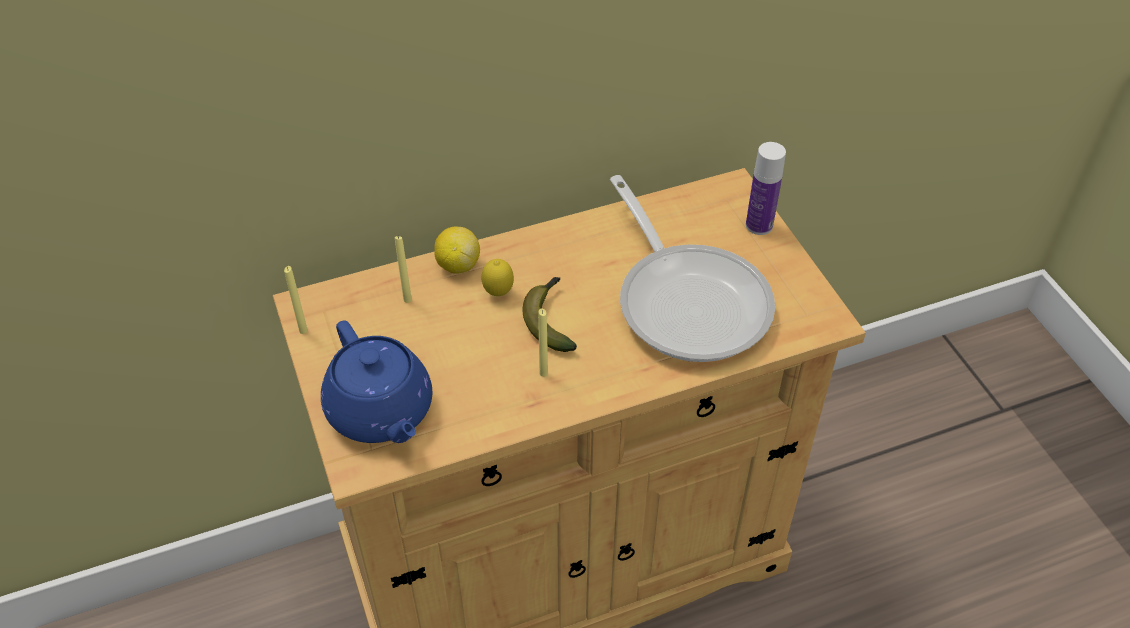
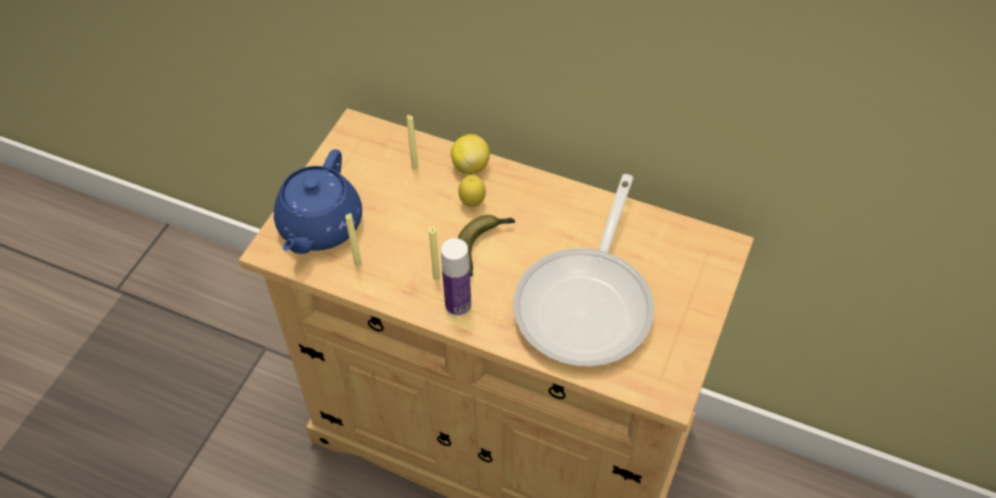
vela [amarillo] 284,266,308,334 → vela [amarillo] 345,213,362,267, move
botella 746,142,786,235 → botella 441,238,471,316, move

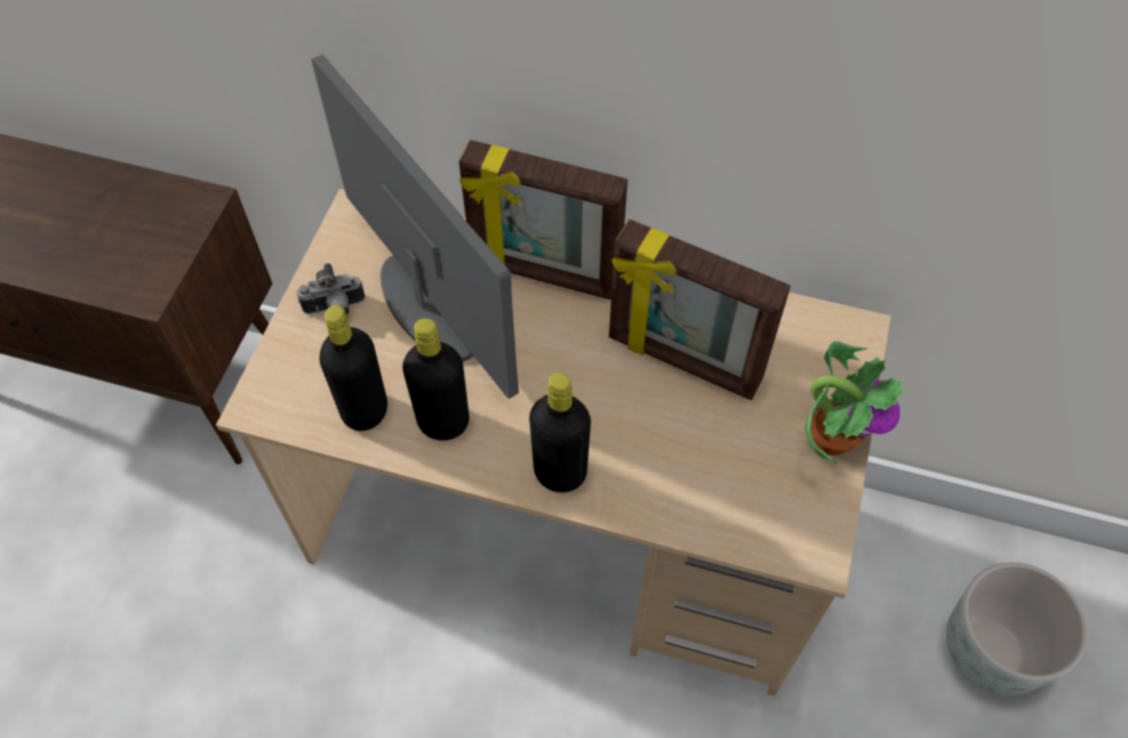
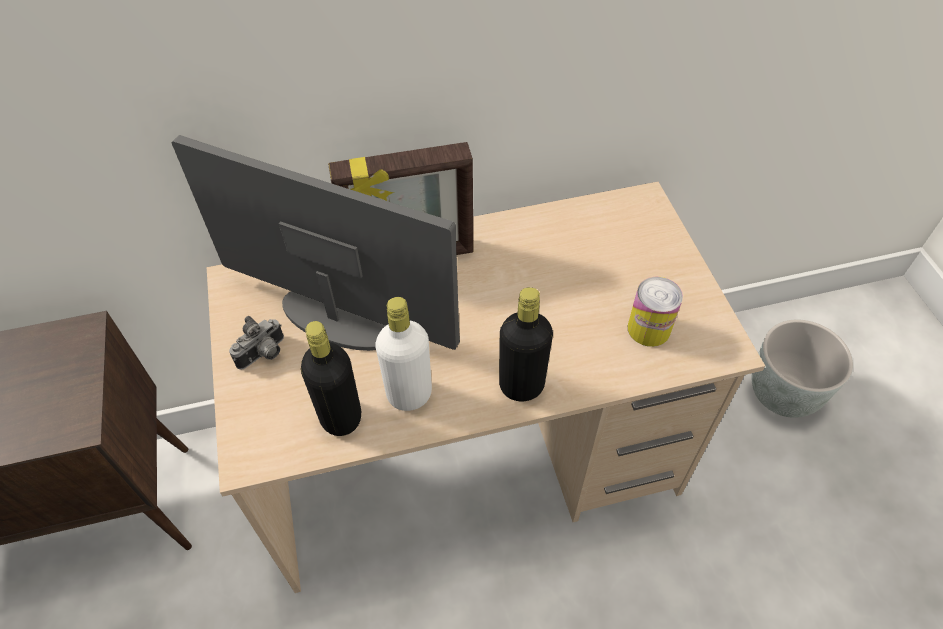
portarretratos 609,219,791,400 → -
planta en maceta 805,341,904,464 → -
- → lata 628,277,683,347
botella [negro] 403,318,469,441 → botella [blanco] 375,297,432,411

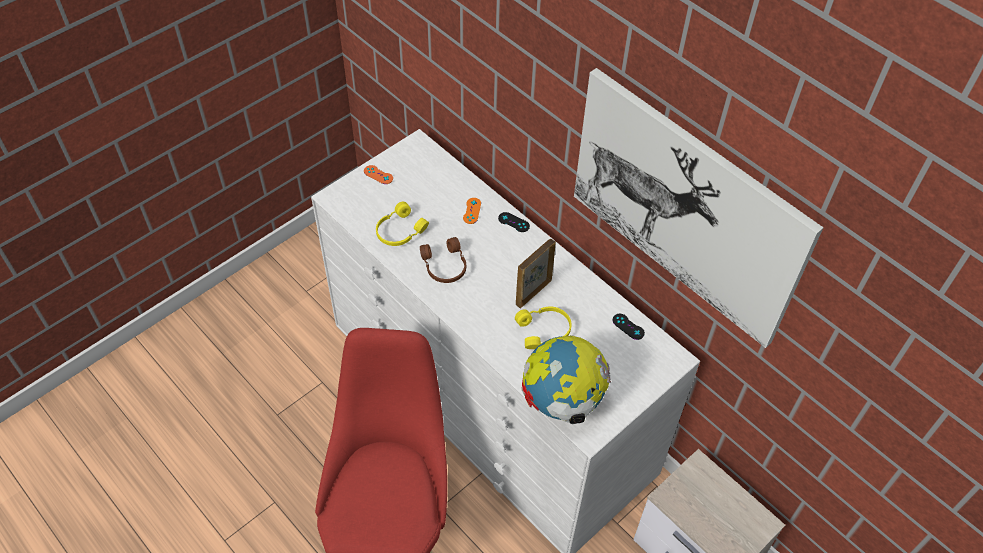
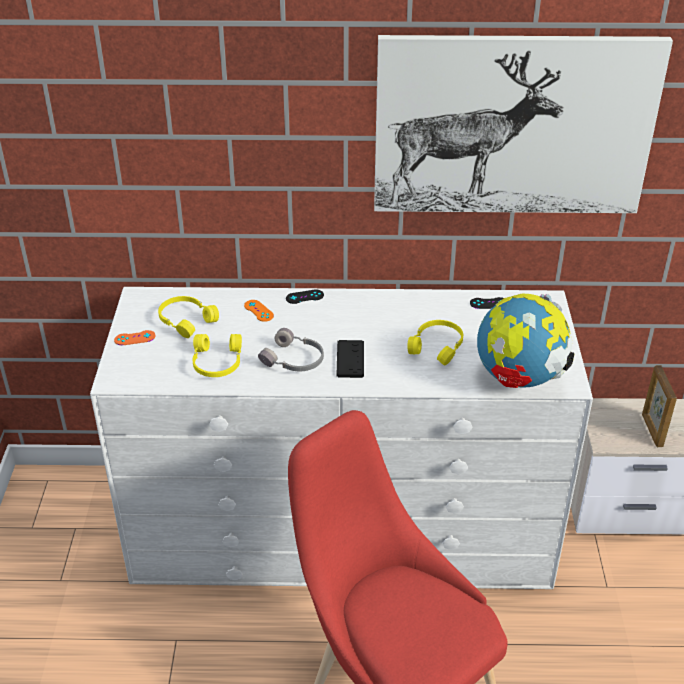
- → auriculares [amarillo] 158,296,219,338
- → mando de consola [negro] 337,340,364,378
portarretratos 516,239,556,308 → portarretratos 642,365,677,447, move
auriculares [marrón] 420,237,466,283 → auriculares [gris] 258,328,324,371

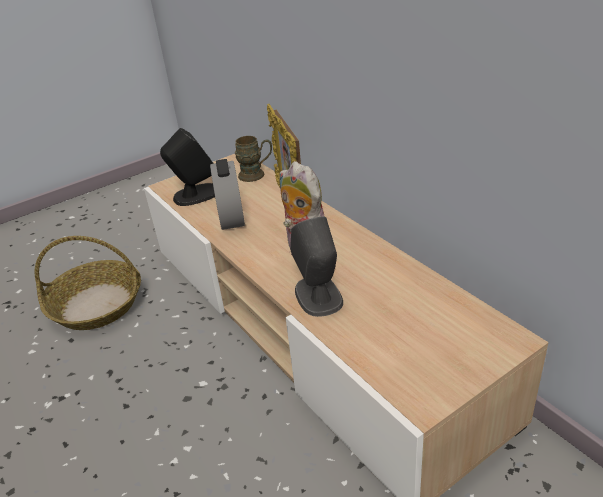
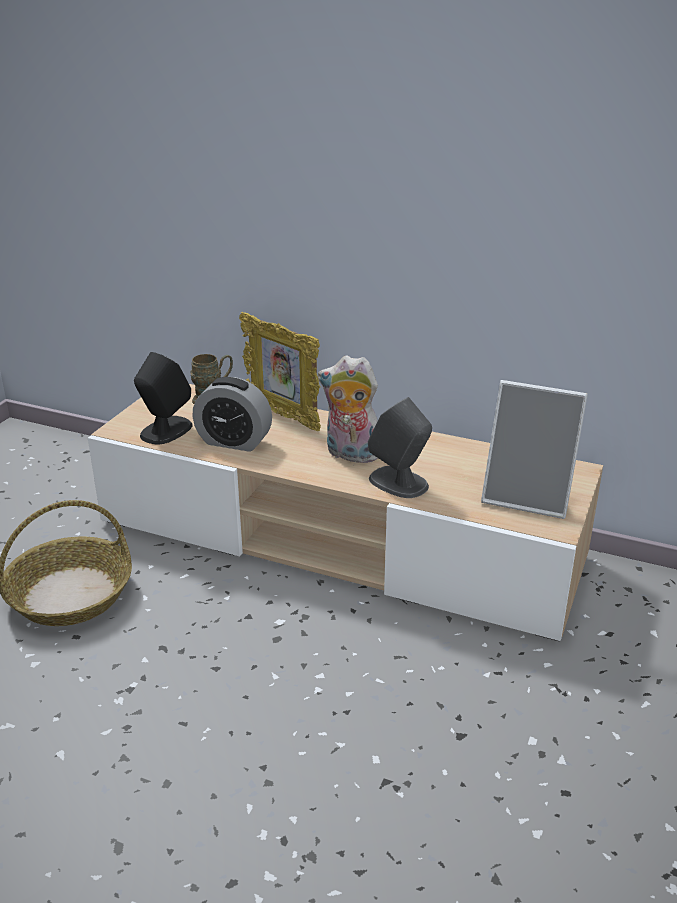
- → portarretratos 481,380,588,519
despertador 210,159,245,230 → despertador 192,377,272,452, 150 degrees clockwise

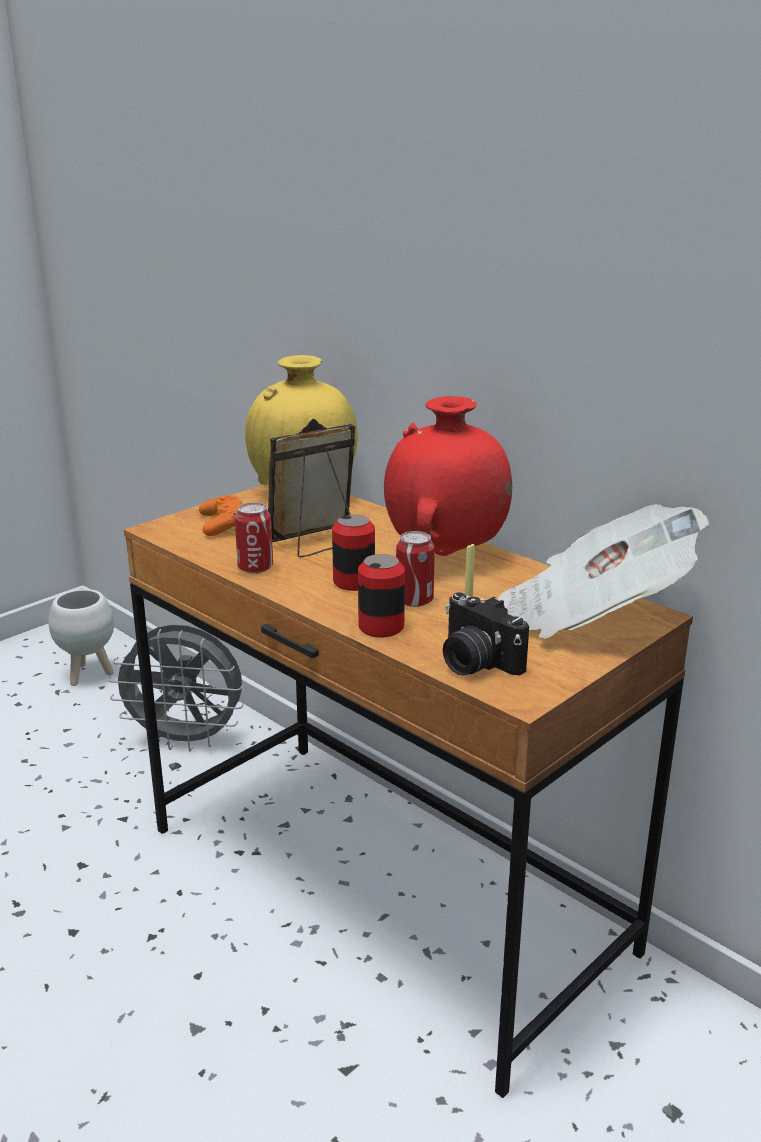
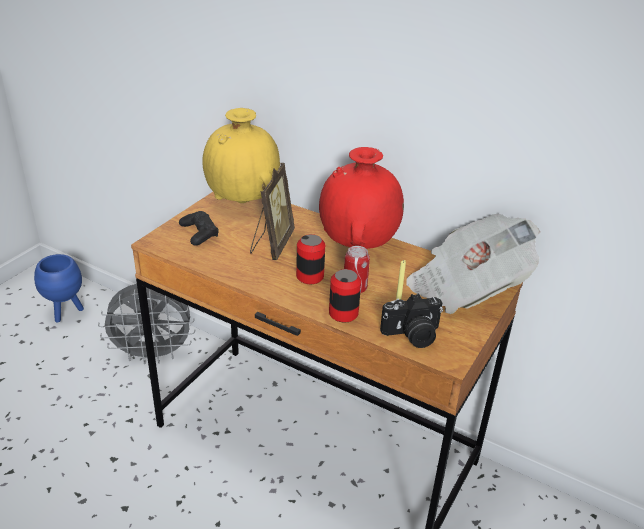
lata 235,503,273,574 → -
maceta [blanco] 49,589,114,686 → maceta [azul] 34,254,84,323
mando de consola [naranja] 199,495,242,536 → mando de consola [negro] 179,211,219,246
portarretratos 268,419,355,557 → portarretratos 250,163,295,260, 150 degrees clockwise
cámara 443,592,529,676 → cámara 380,293,443,348, 45 degrees counterclockwise

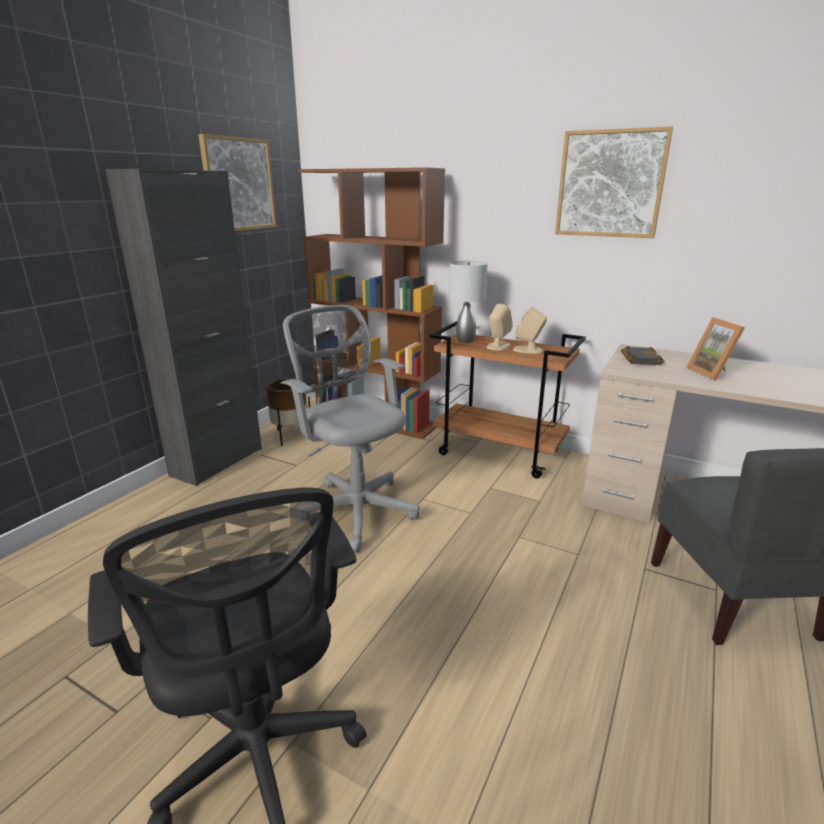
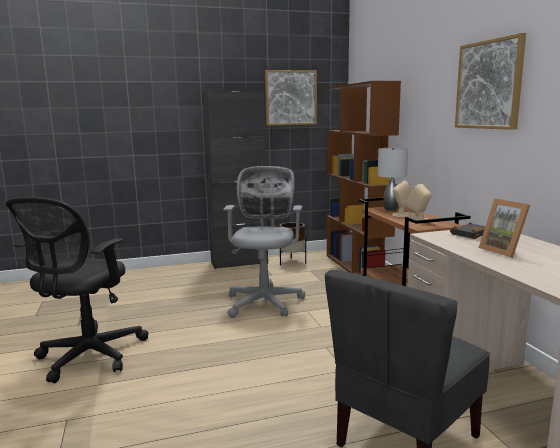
portarretratos 687,317,745,381 → portarretratos 479,198,530,258, 60 degrees counterclockwise

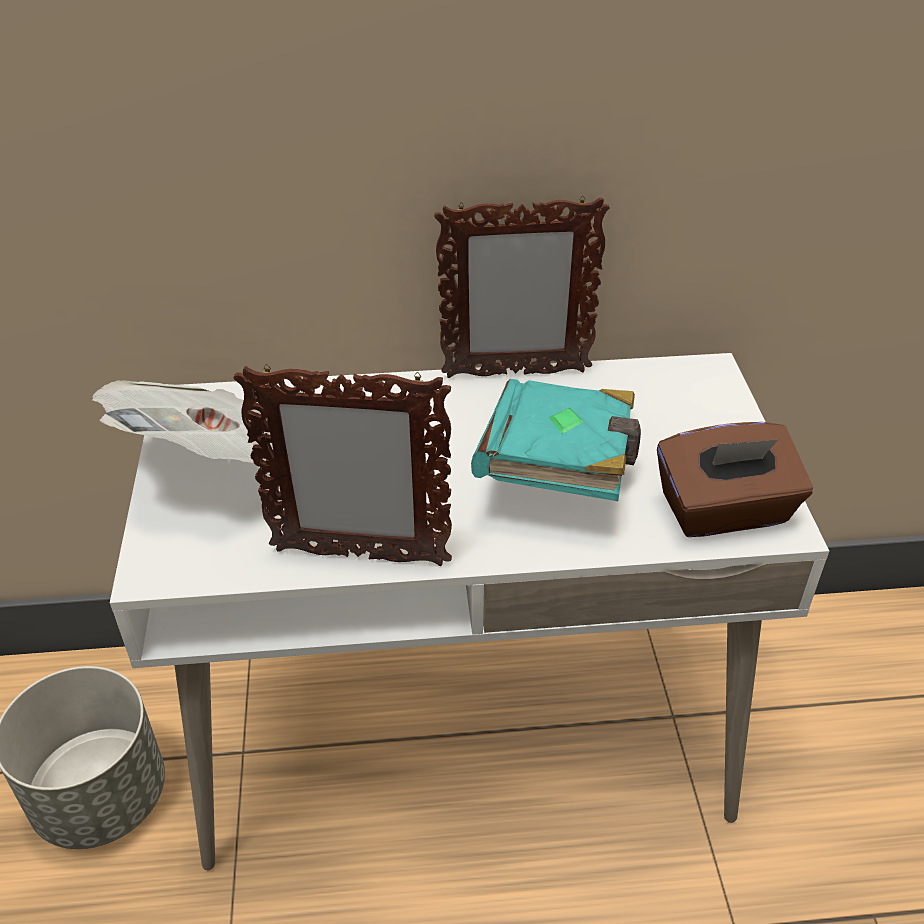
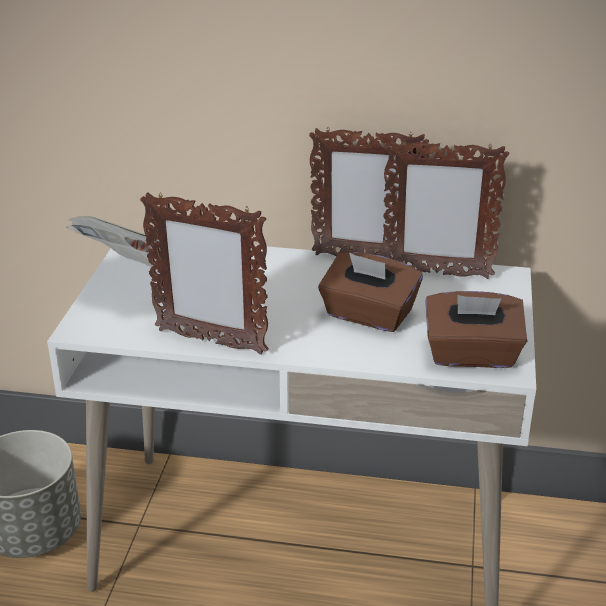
- → portarretratos 383,140,509,279
libro [turquesa] 471,379,641,501 → caja de pañuelos [marrón] 318,252,423,332

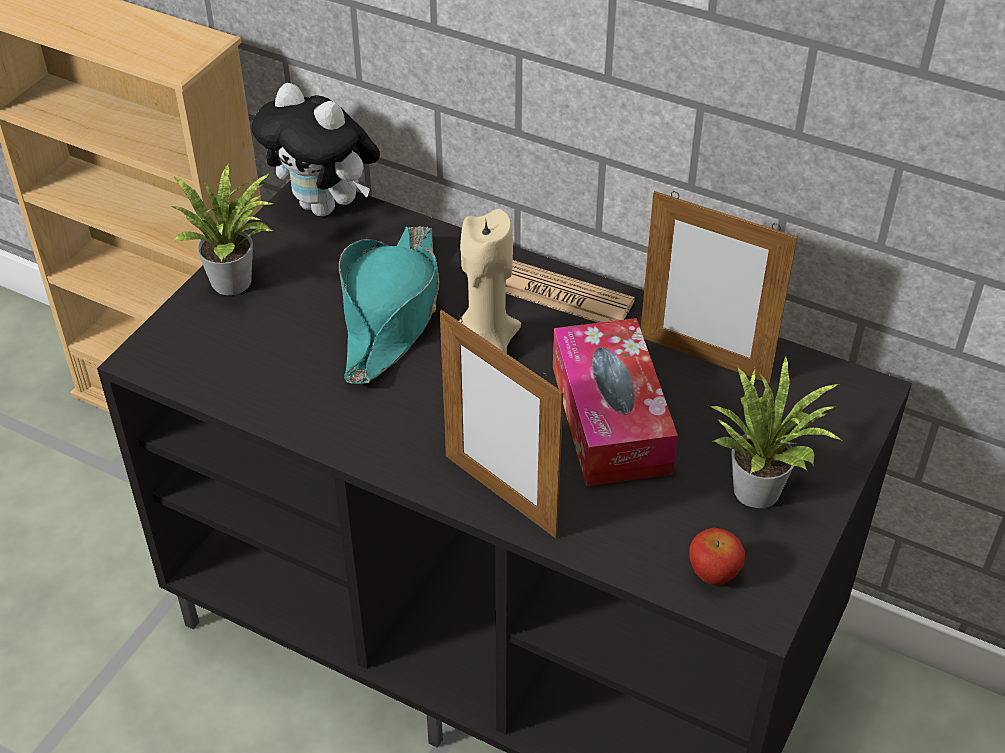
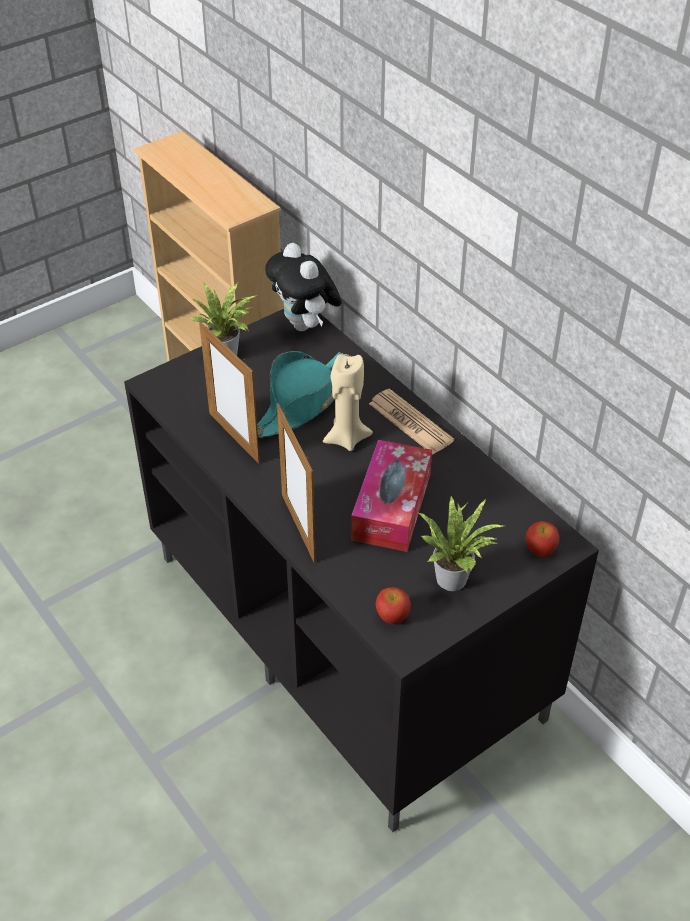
- → manzana 526,521,559,557
portarretratos 640,191,798,383 → portarretratos 199,321,260,464, move

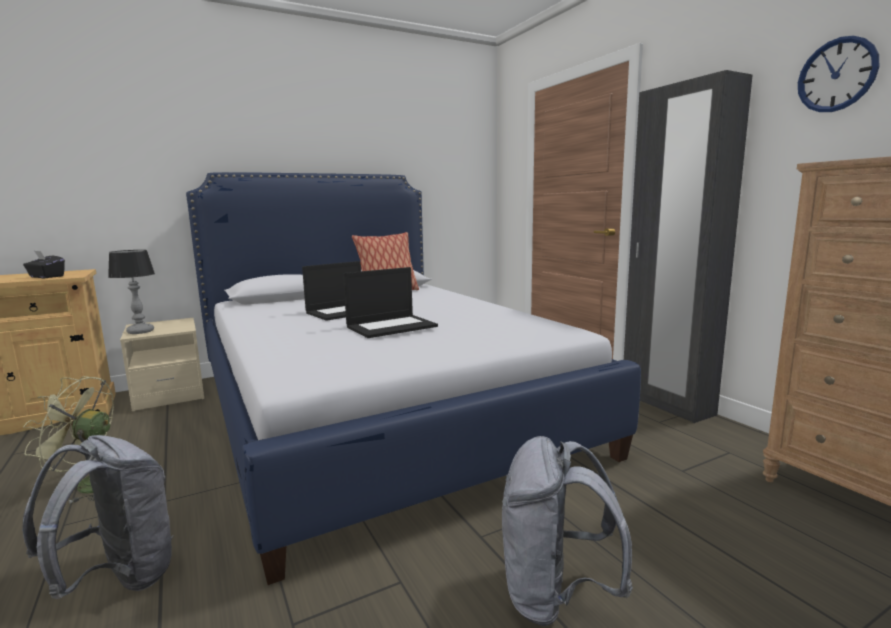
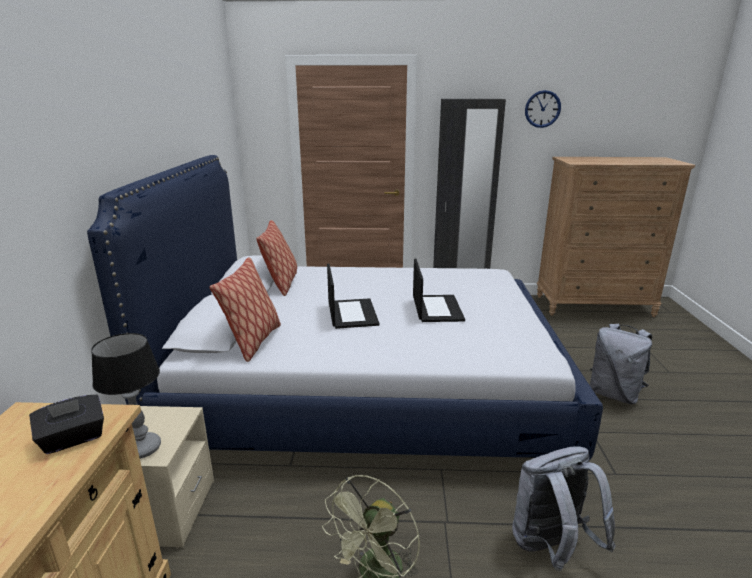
- → cojín 210,257,281,362

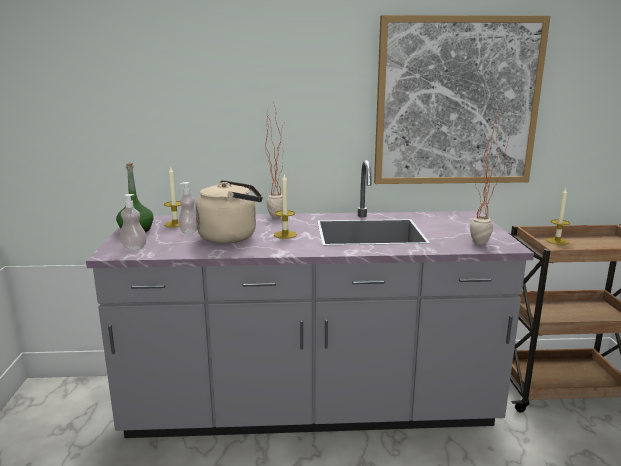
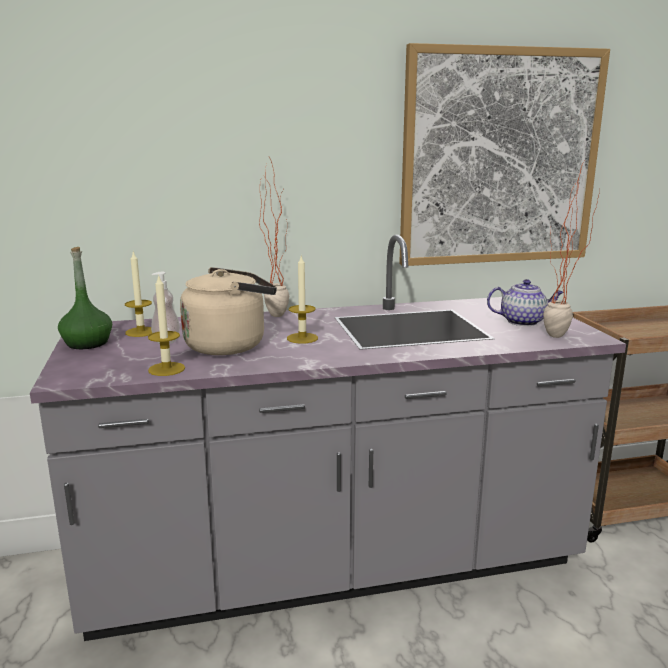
dispensador de jabón 119,194,147,250 → -
- → tetera 487,279,563,326
vela 546,188,570,245 → vela 148,274,185,376, move

